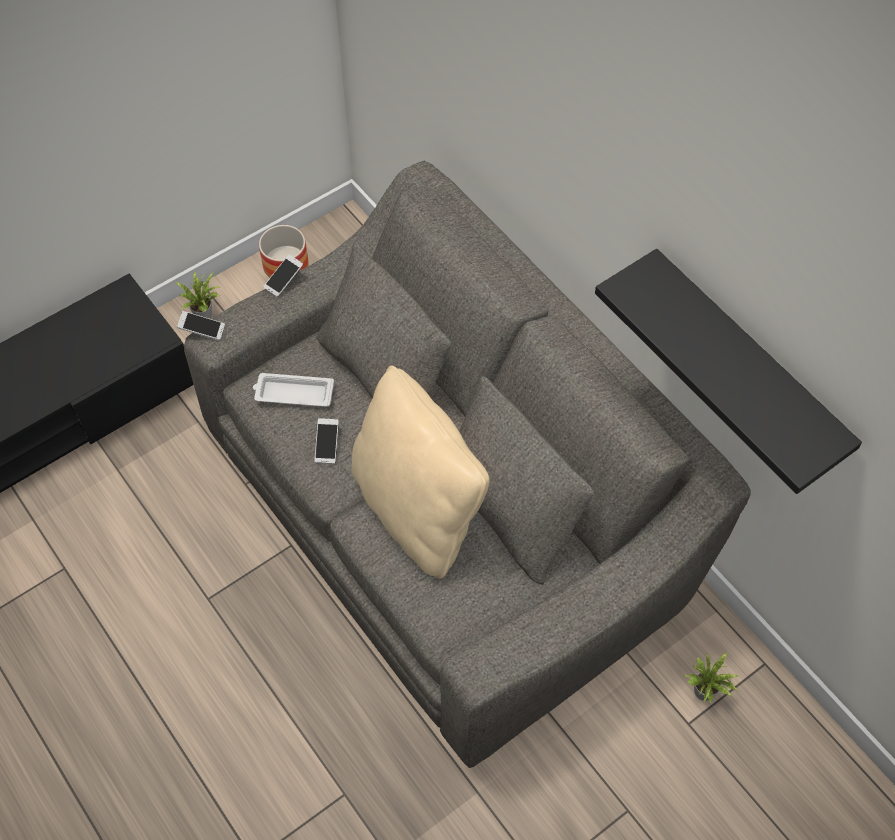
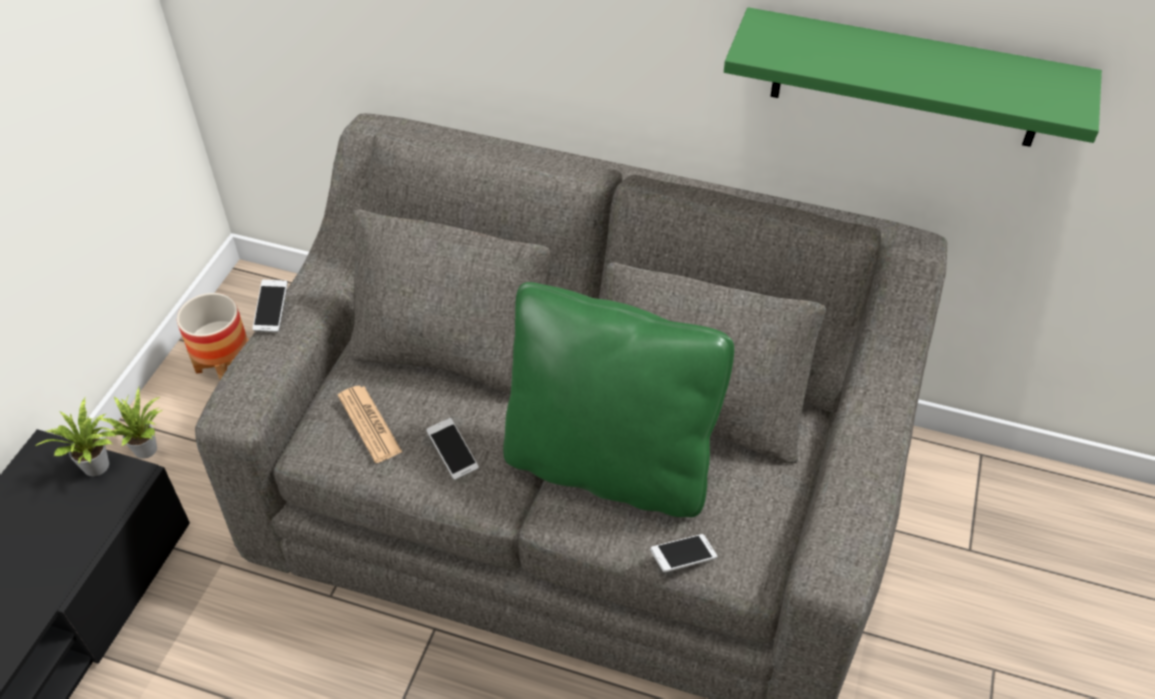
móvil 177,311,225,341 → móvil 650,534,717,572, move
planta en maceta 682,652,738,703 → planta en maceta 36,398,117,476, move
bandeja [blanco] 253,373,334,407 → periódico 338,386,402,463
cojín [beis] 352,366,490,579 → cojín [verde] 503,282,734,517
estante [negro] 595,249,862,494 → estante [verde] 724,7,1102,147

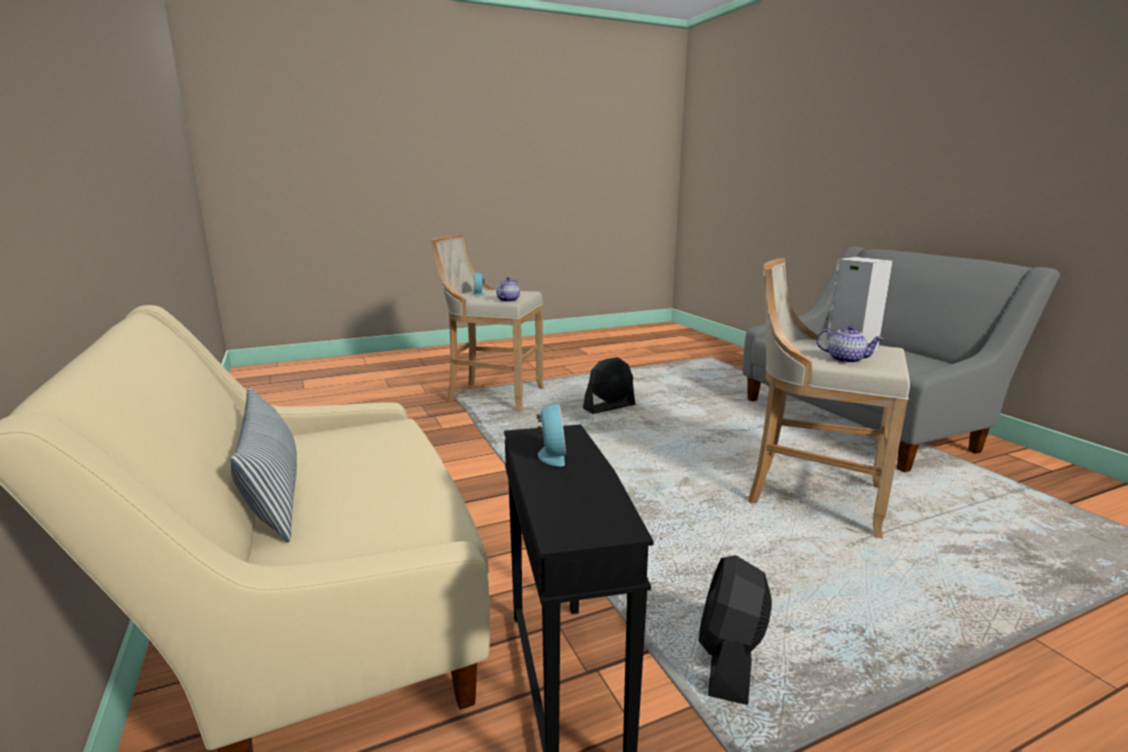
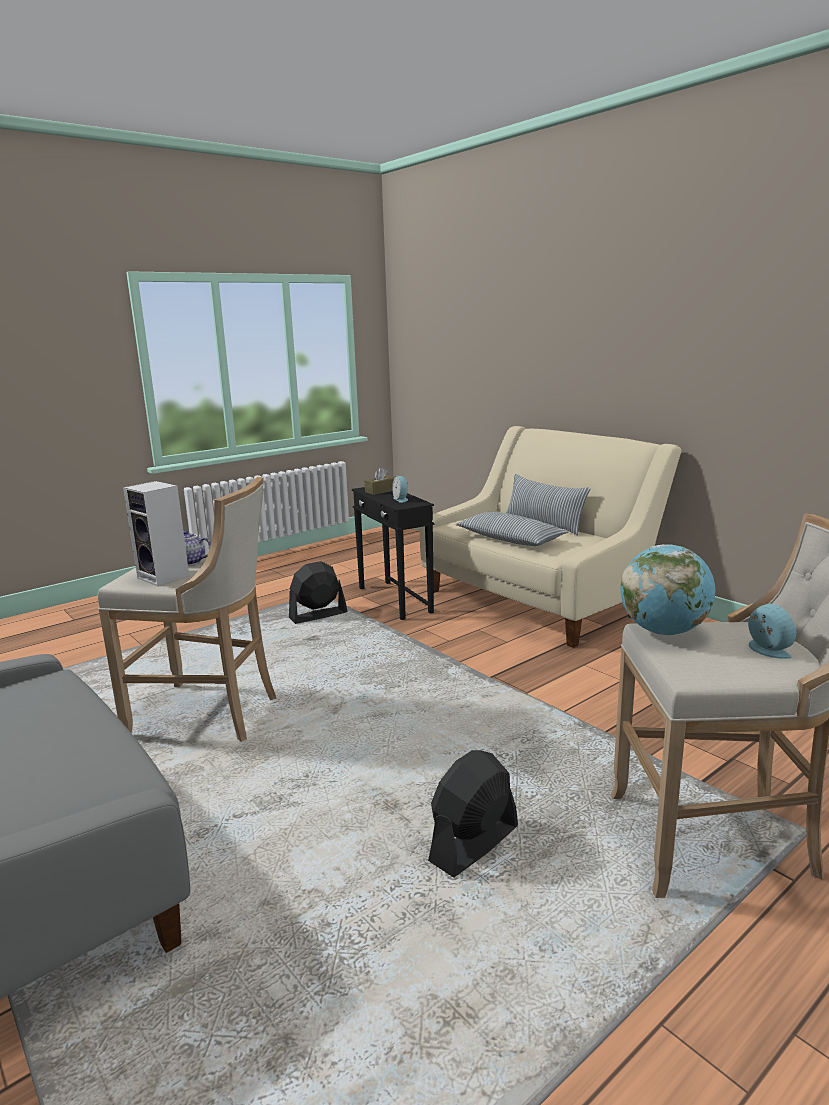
- → caja de pañuelos [marrón] 365,467,394,495
- → cojín 456,512,569,546
tetera 496,277,520,302 → globo terráqueo 620,544,715,635
ventilador [negro] 698,555,772,705 → ventilador [negro] 289,561,348,624, 120 degrees counterclockwise

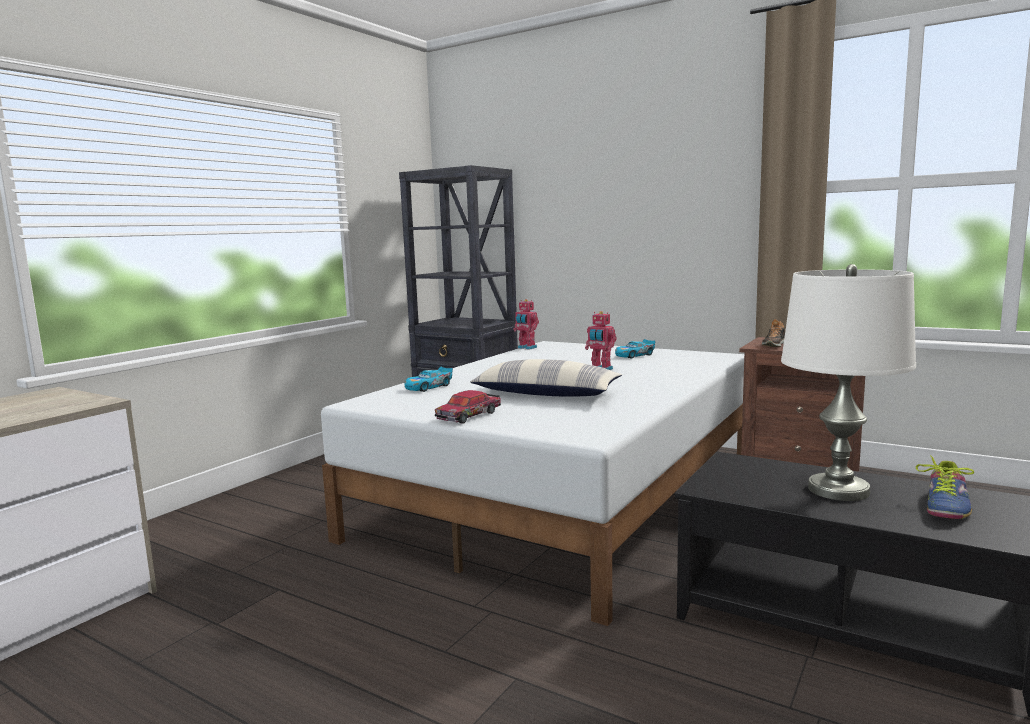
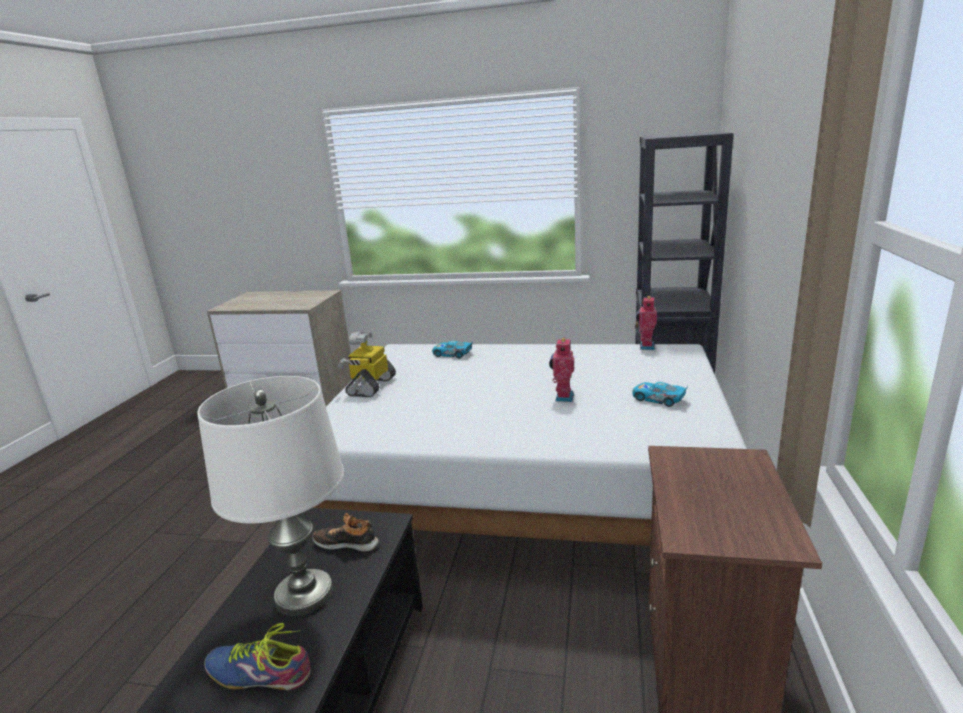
cojín 470,359,622,396 → -
zapato 761,319,785,347 → zapato 312,513,379,551, move
coche de juguete 435,390,501,423 → robot de juguete 338,332,396,397

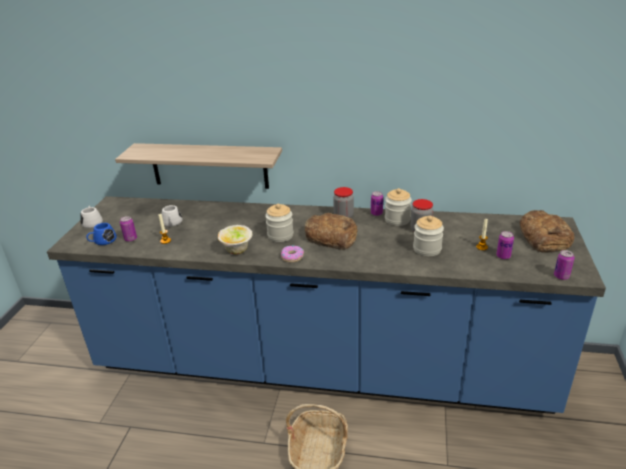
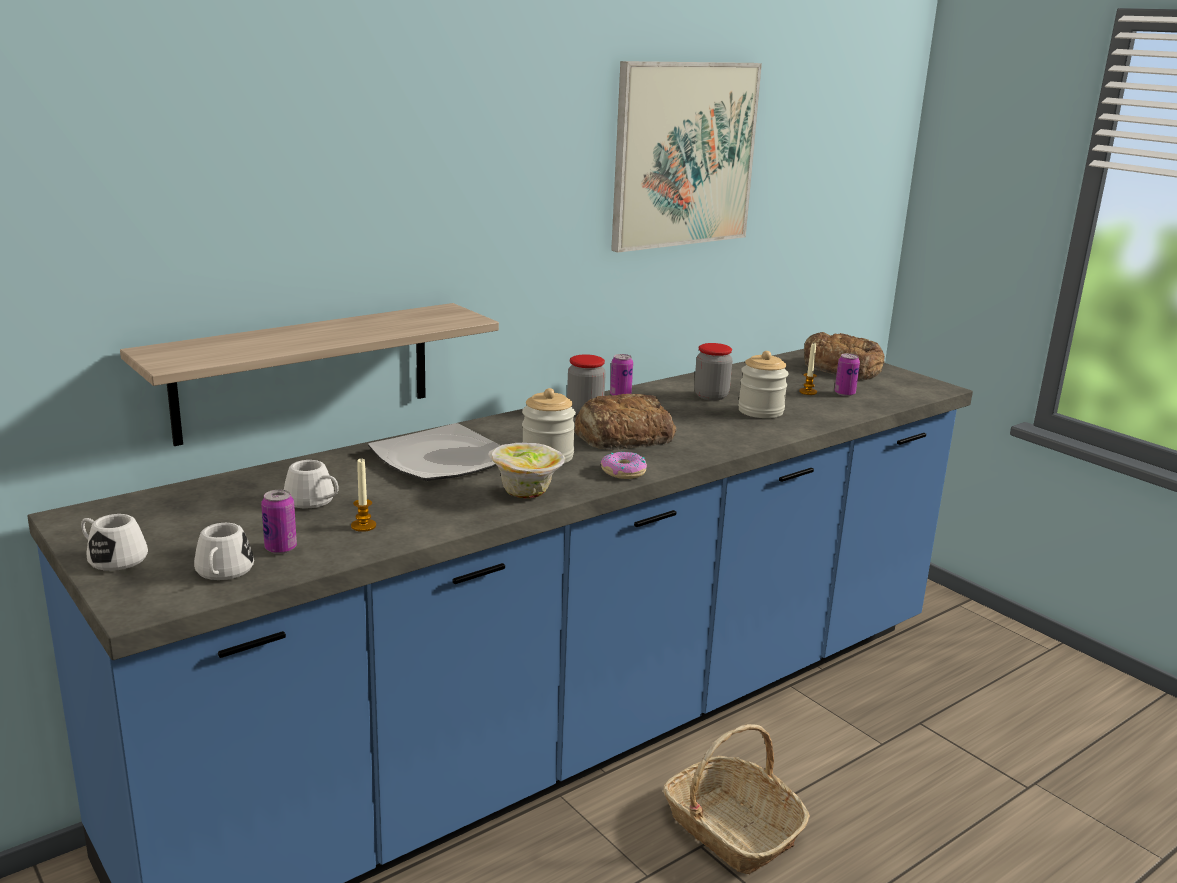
tarro 385,188,412,226 → -
lata 554,250,575,280 → -
- → plato 368,423,501,481
- → cuadro 611,61,762,253
taza grande [azul] 87,223,117,245 → taza grande [blanco] 194,523,254,580

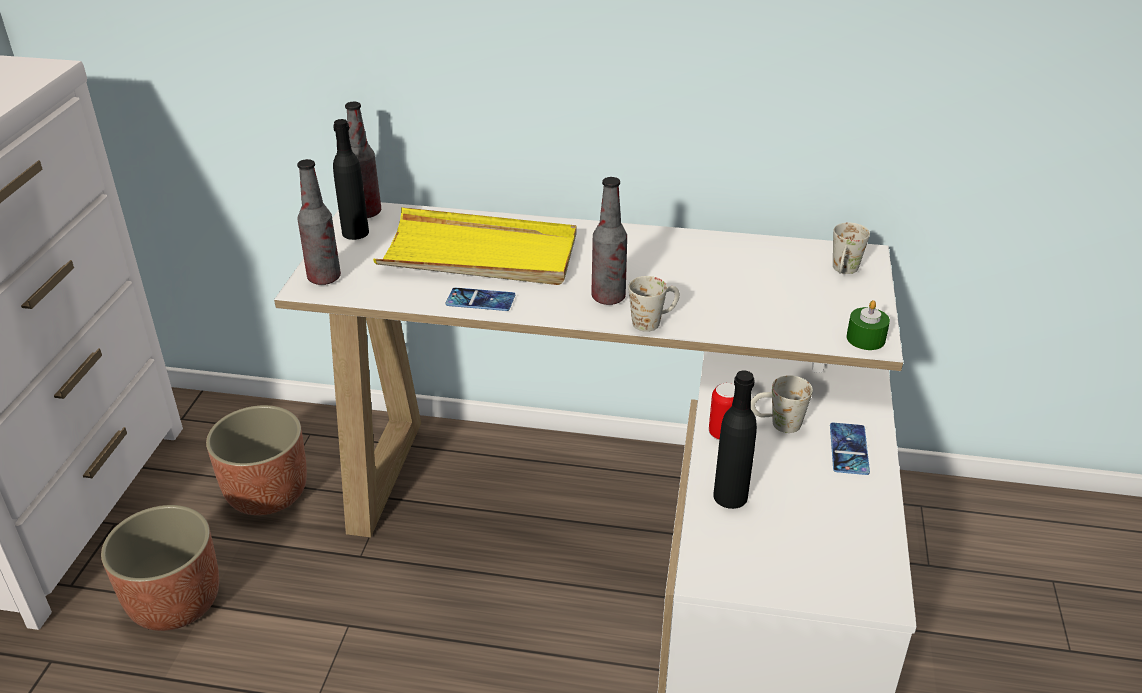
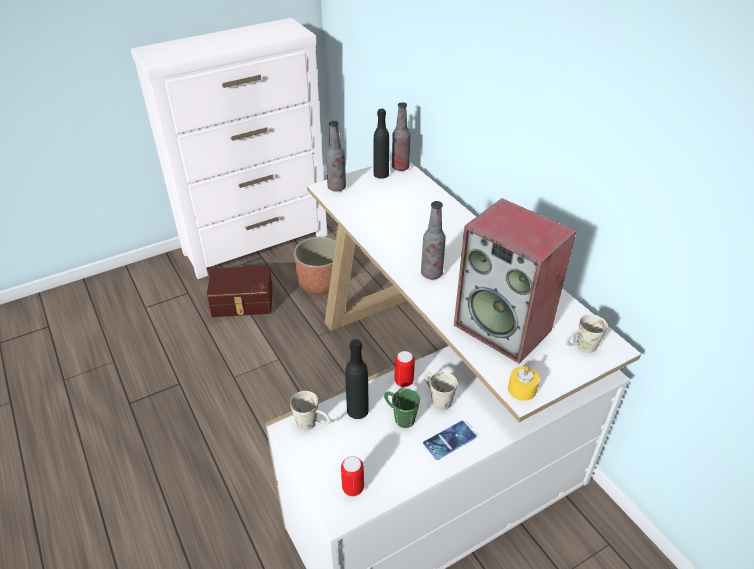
bandeja [amarillo] 373,207,577,285 → -
móvil 445,288,515,311 → -
- → lata 341,456,364,496
- → taza grande [verde] 384,389,420,428
- → altavoz 454,198,576,364
taza grande [blanco] 628,276,680,332 → taza grande [blanco] 290,391,331,430, move
maceta 101,505,219,631 → caja de almacenaje [marrón] 206,265,273,317
vela [verde] 847,300,890,350 → vela [amarillo] 508,366,539,401

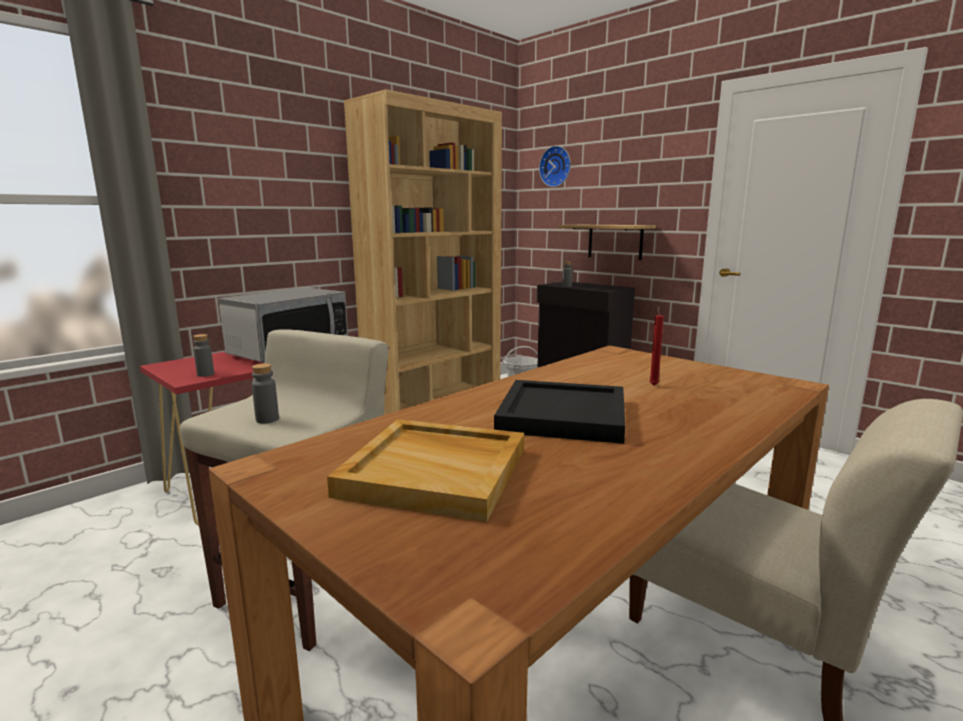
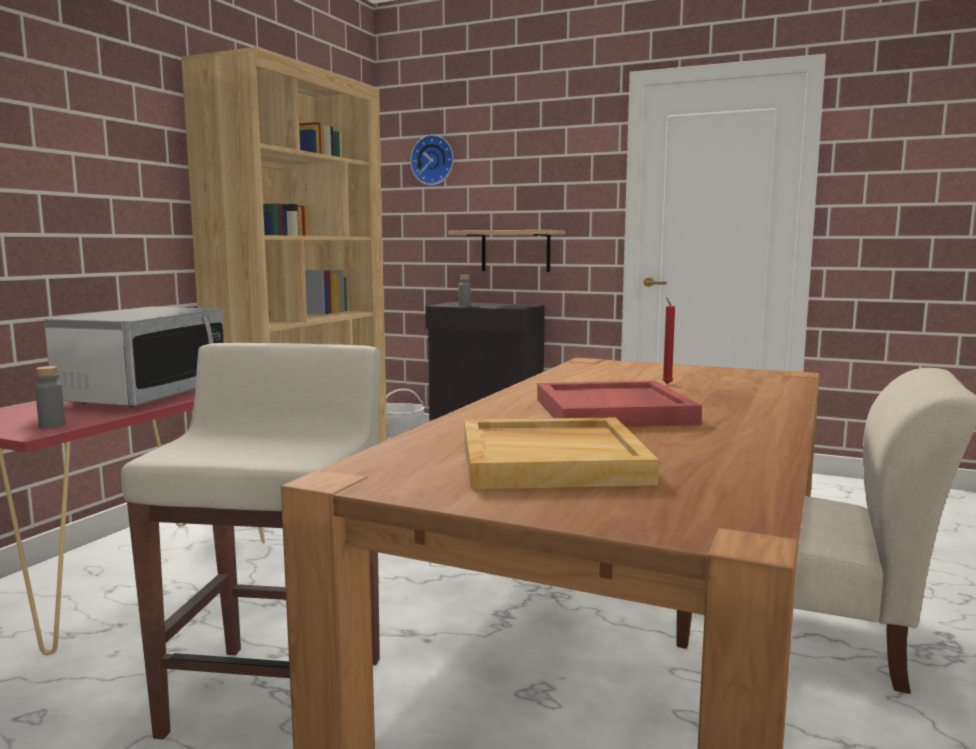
botella [gris] 252,363,279,424 → -
bandeja [negro] 494,380,625,444 → bandeja [rojo] 537,381,702,427

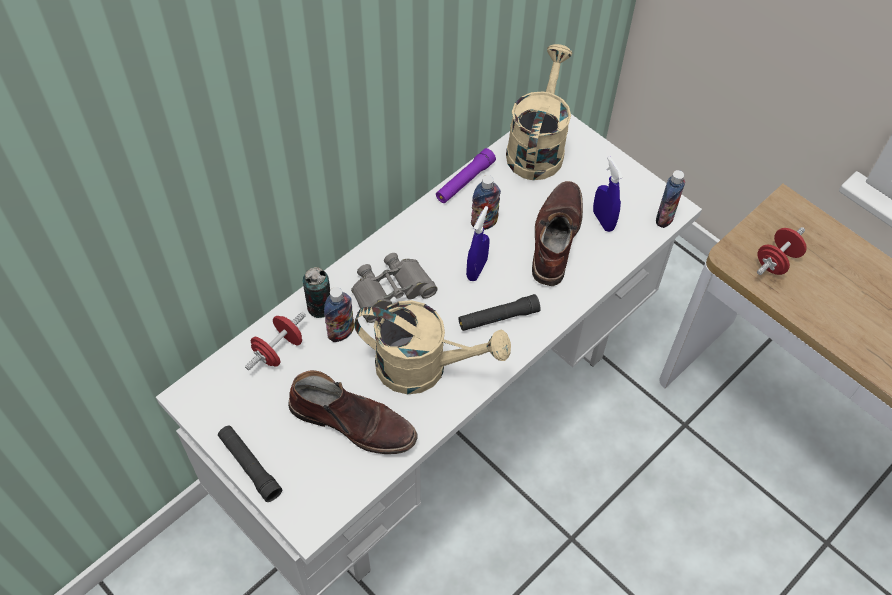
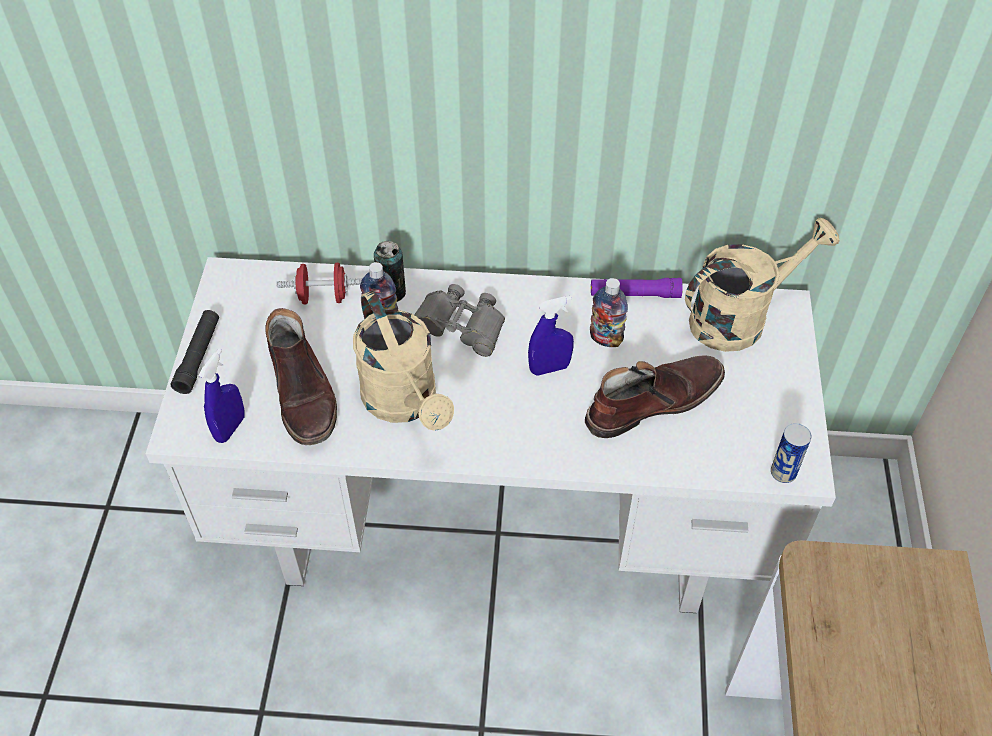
linterna [negro] 459,294,541,331 → -
mancuerna [rojo] 757,227,807,275 → -
pulverizador [azul] 593,156,623,232 → pulverizador [azul] 198,349,245,443, move
botella 656,170,685,228 → lata 771,423,812,483

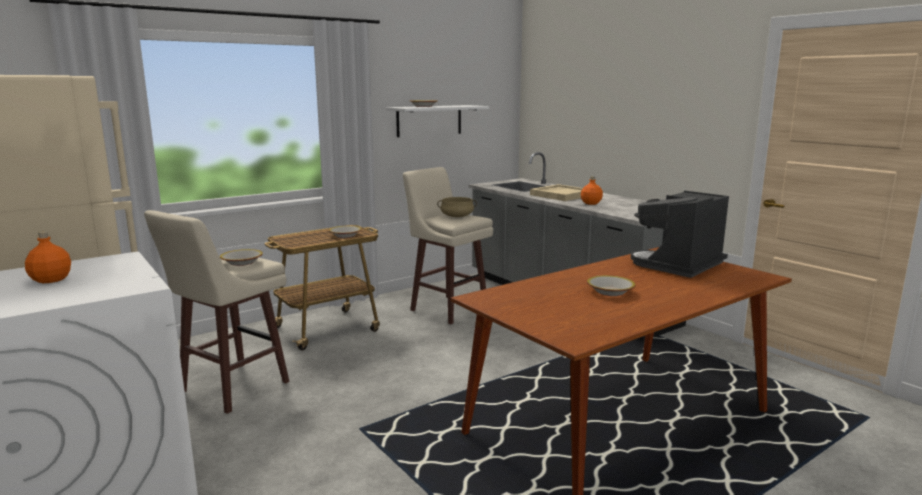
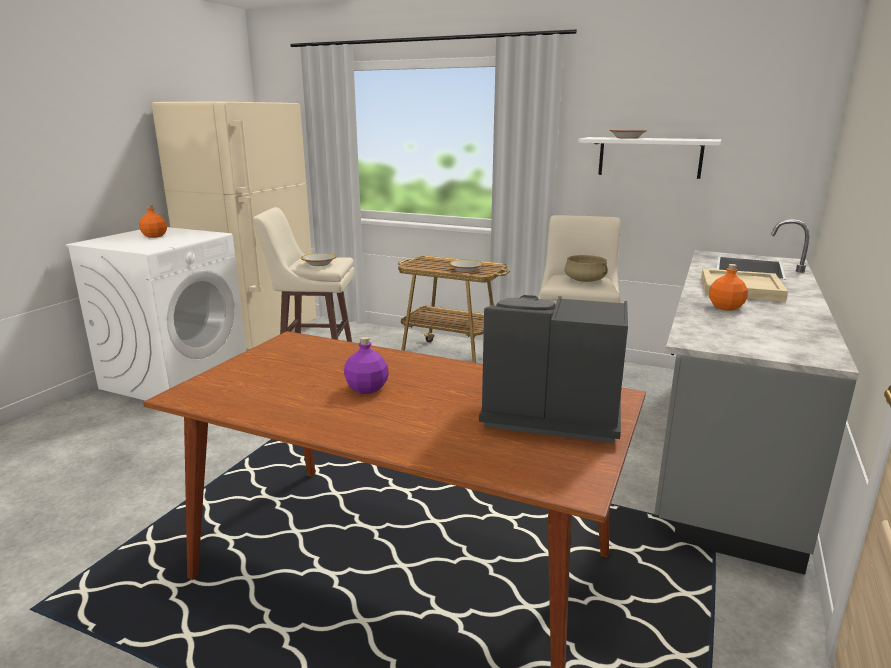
cuenco 587,275,635,296 → botella [morado] 344,336,389,394

